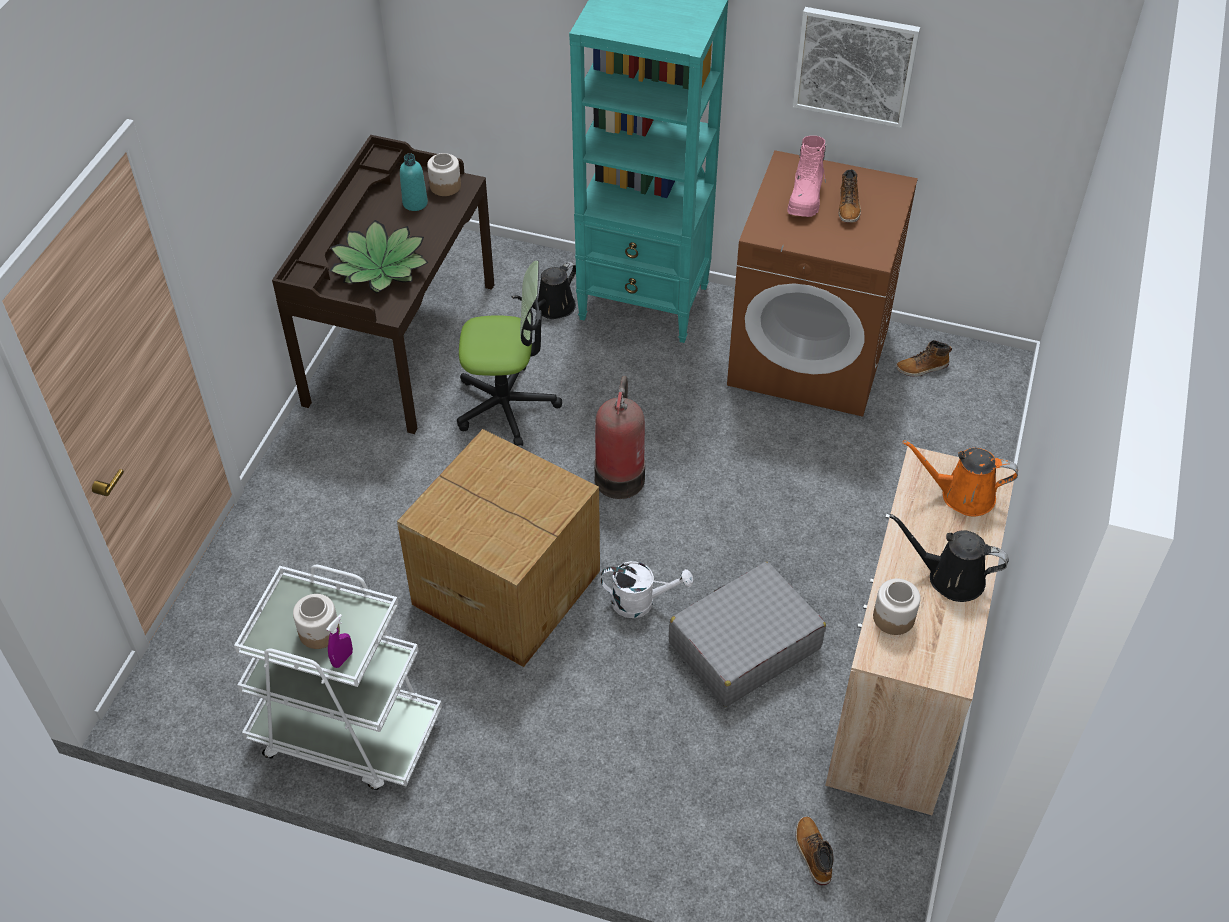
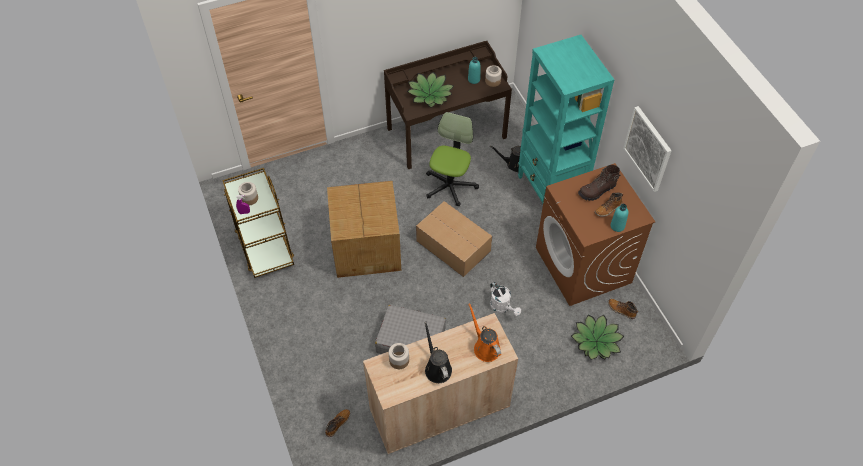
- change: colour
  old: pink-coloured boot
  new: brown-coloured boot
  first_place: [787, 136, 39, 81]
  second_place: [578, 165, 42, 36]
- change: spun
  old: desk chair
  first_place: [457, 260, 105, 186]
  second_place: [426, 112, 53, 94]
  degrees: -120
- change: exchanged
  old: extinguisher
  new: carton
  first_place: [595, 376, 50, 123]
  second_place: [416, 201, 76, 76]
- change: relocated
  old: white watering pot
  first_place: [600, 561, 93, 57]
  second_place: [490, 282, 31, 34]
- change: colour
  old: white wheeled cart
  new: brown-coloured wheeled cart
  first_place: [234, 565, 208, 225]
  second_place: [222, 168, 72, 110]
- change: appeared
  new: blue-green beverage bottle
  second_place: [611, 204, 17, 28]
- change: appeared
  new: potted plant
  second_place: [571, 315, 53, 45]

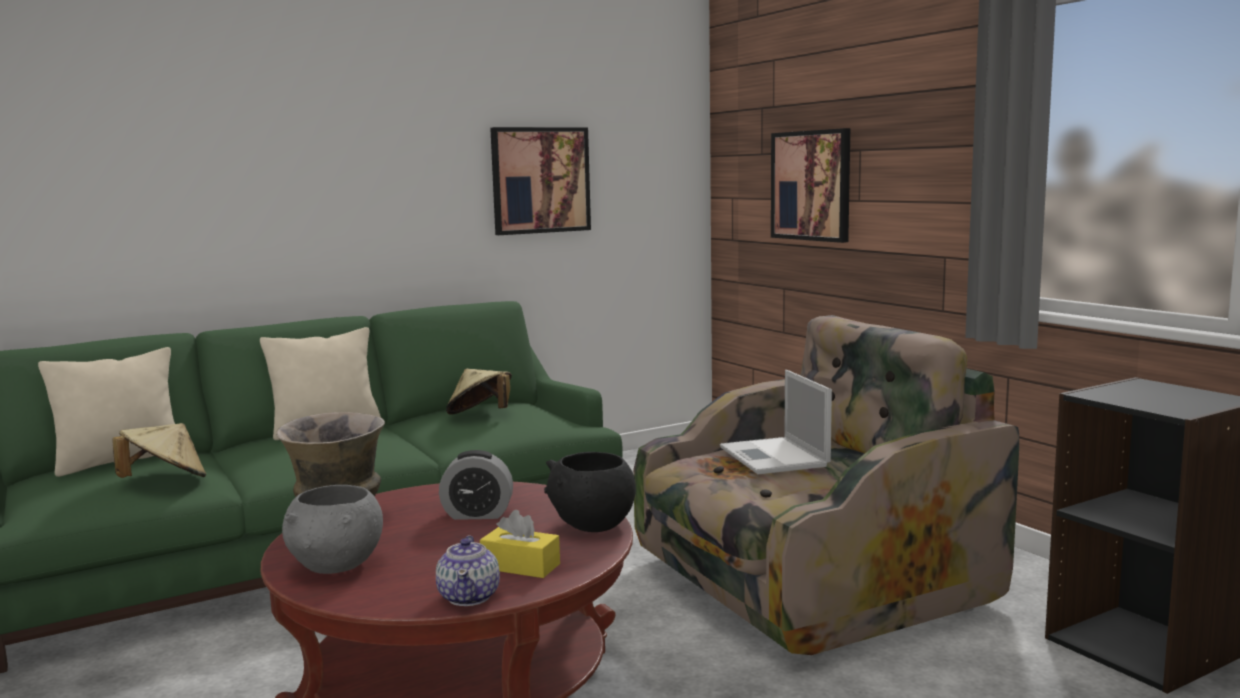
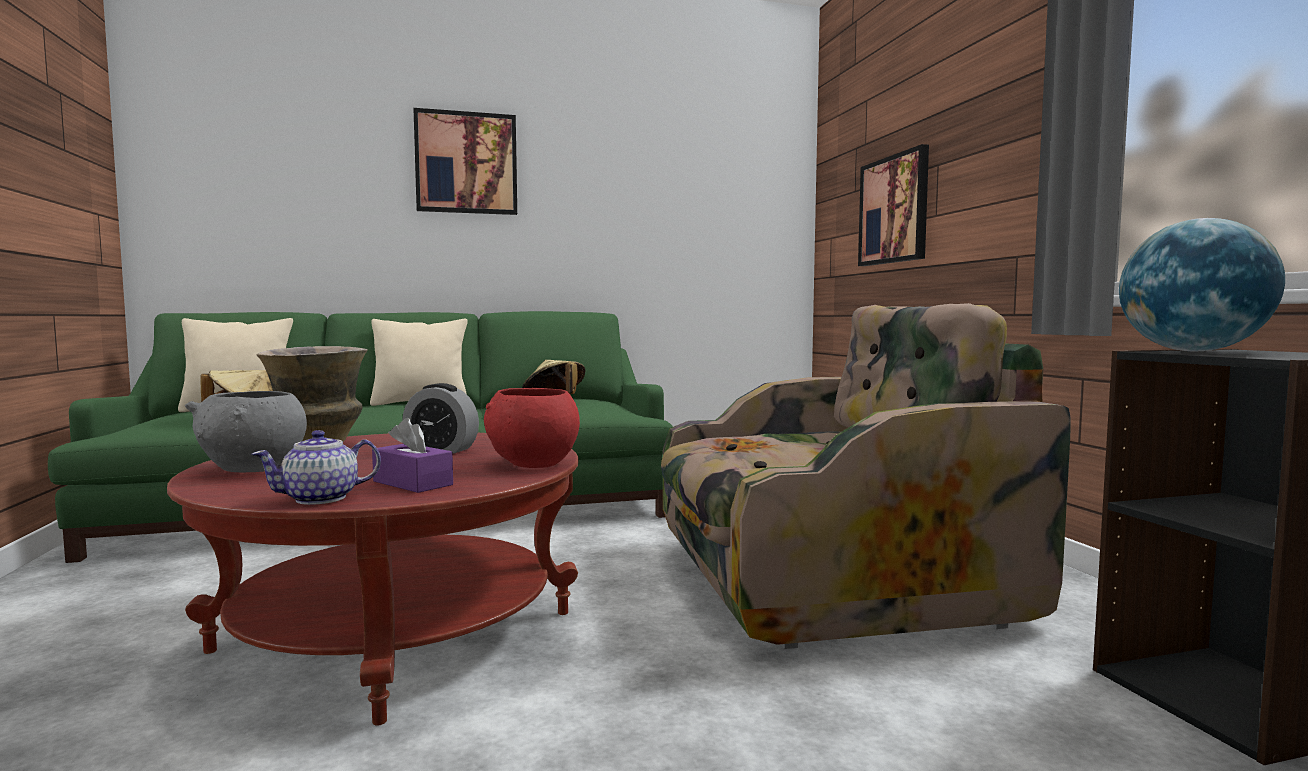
- change: relocated
  old: picture
  first_place: [490, 127, 101, 108]
  second_place: [413, 108, 104, 107]
- change: missing
  old: laptop
  first_place: [720, 370, 112, 104]
- change: colour
  old: black-coloured deep dish
  new: reddish deep dish
  first_place: [544, 452, 92, 80]
  second_place: [484, 388, 96, 80]
- change: colour
  old: yellowish box of tissues
  new: purple-coloured box of tissues
  first_place: [480, 510, 80, 68]
  second_place: [372, 418, 81, 75]
- change: spun
  old: teapot
  first_place: [436, 536, 64, 70]
  second_place: [252, 430, 129, 75]
  degrees: 45
- change: appeared
  new: globe
  second_place: [1119, 218, 166, 134]

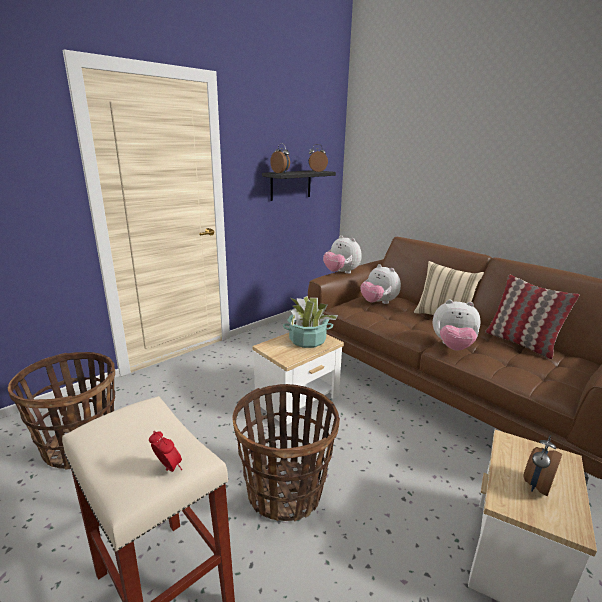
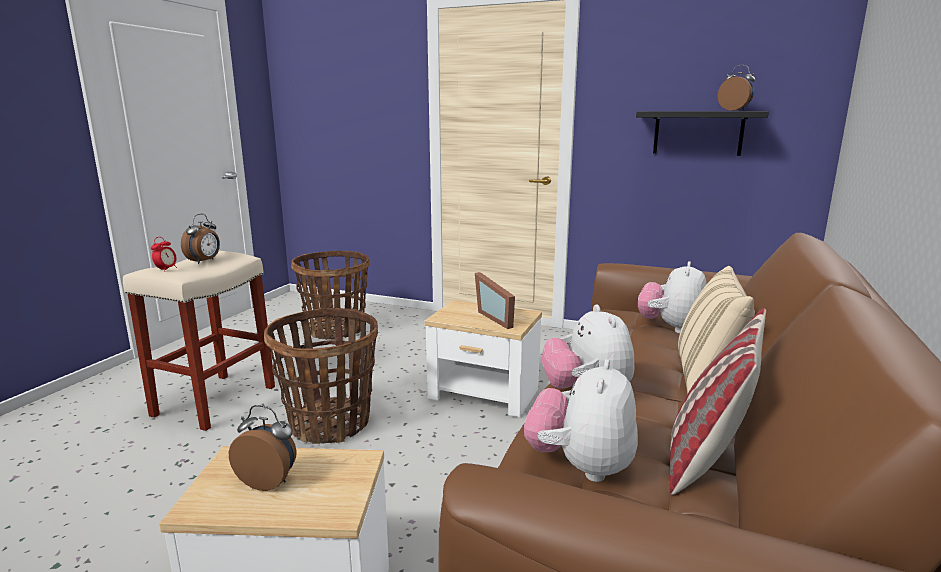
- change: relocated
  old: table clock
  first_place: [270, 143, 20, 30]
  second_place: [181, 214, 39, 50]
- change: relocated
  old: cuddly toy
  first_place: [323, 235, 39, 39]
  second_place: [524, 359, 114, 123]
- change: exchanged
  old: potted plant
  new: standing frame
  first_place: [283, 296, 55, 52]
  second_place: [475, 272, 40, 57]

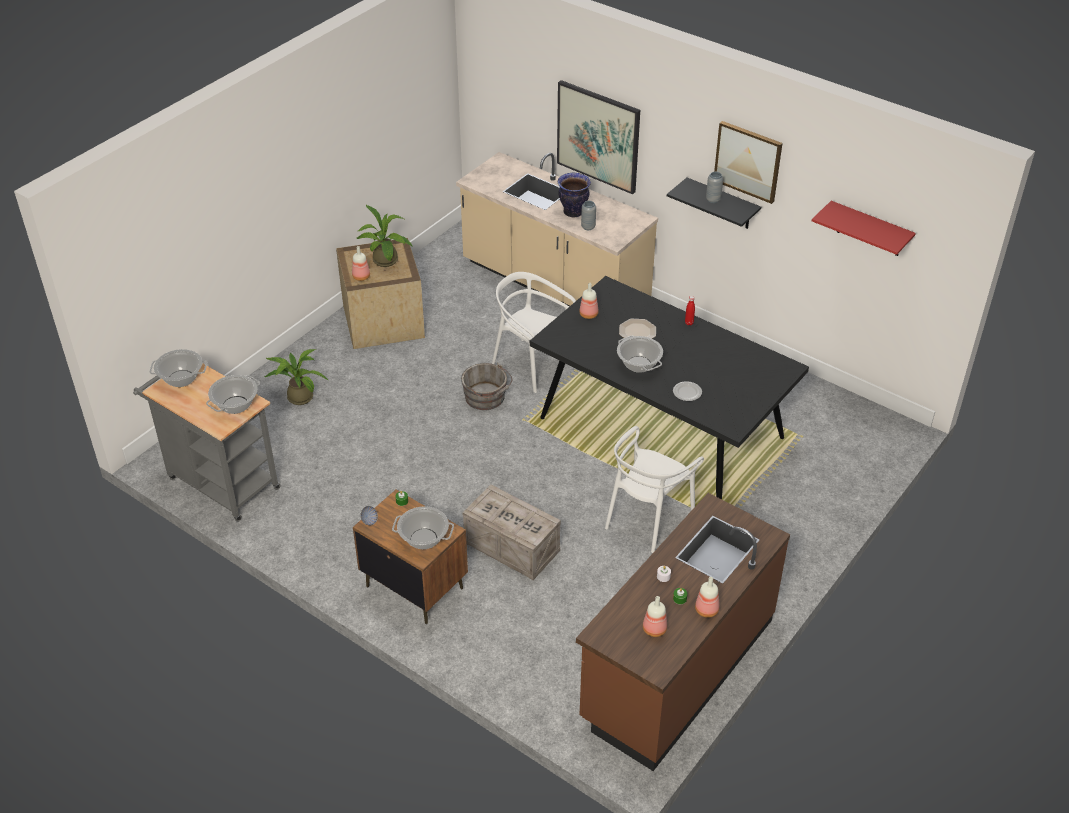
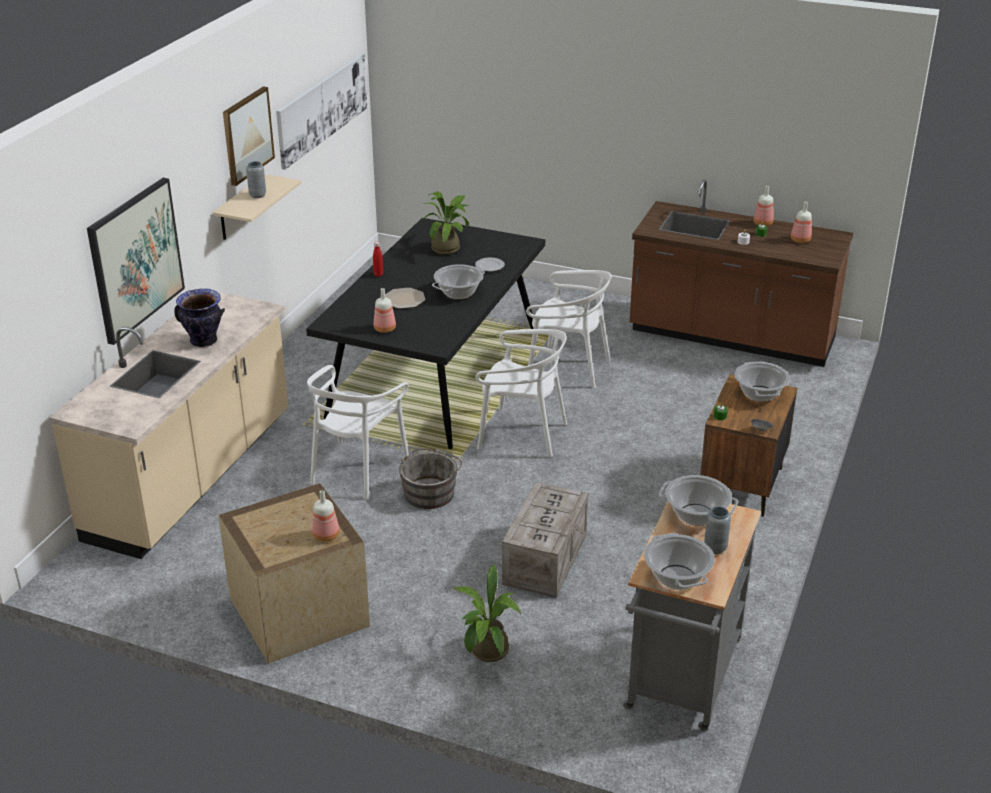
- change: colour
  old: black-coloured shelf
  new: beige-coloured shelf
  first_place: [667, 178, 94, 51]
  second_place: [212, 174, 89, 66]
- change: relocated
  old: grey vase
  first_place: [581, 201, 15, 29]
  second_place: [704, 507, 27, 47]
- change: exchanged
  old: reddish shelf
  new: picture
  first_place: [812, 201, 104, 55]
  second_place: [276, 54, 91, 116]
- change: relocated
  old: potted plant
  first_place: [357, 205, 56, 62]
  second_place: [422, 191, 48, 64]
- change: relocated
  old: crate
  first_place: [463, 485, 98, 95]
  second_place: [502, 482, 87, 116]
- change: appeared
  new: white plain chair
  second_place: [475, 329, 92, 128]

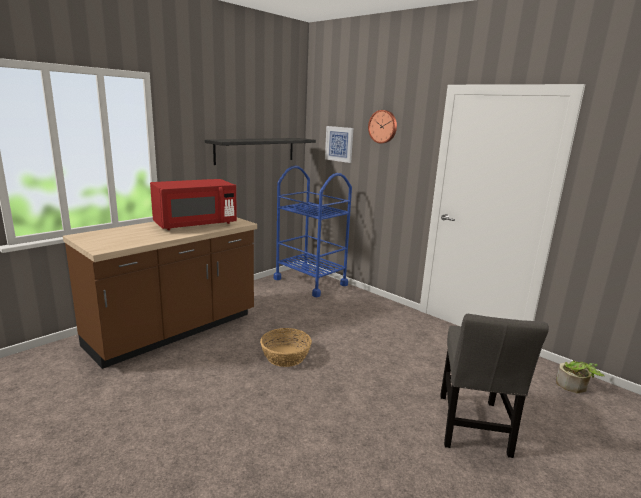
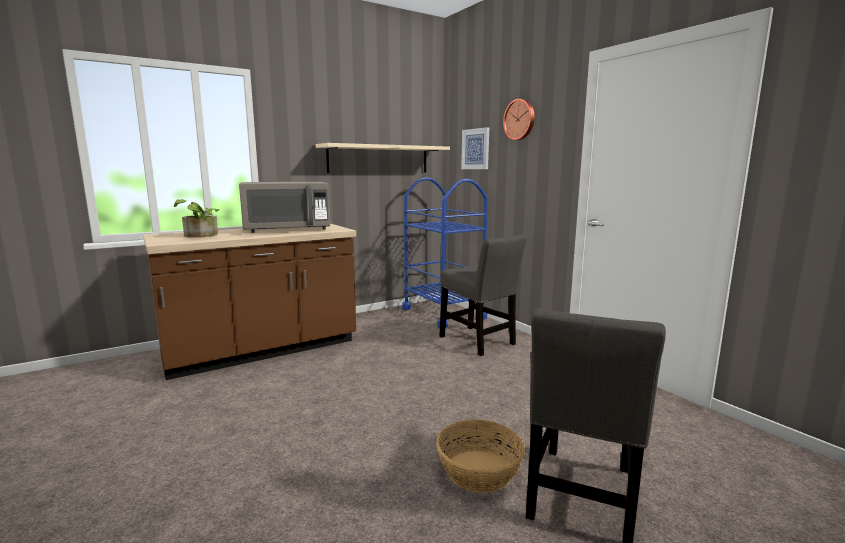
- change: colour
  old: black-coloured shelf
  new: beige-coloured shelf
  first_place: [205, 138, 111, 27]
  second_place: [316, 143, 134, 30]
- change: colour
  old: reddish microwave oven
  new: grey microwave oven
  first_place: [150, 179, 87, 51]
  second_place: [239, 182, 91, 51]
- change: relocated
  old: basket
  first_place: [260, 328, 52, 39]
  second_place: [436, 419, 89, 74]
- change: relocated
  old: potted plant
  first_place: [556, 361, 49, 32]
  second_place: [174, 199, 46, 39]
- change: appeared
  new: grey plain chair
  second_place: [439, 234, 88, 122]

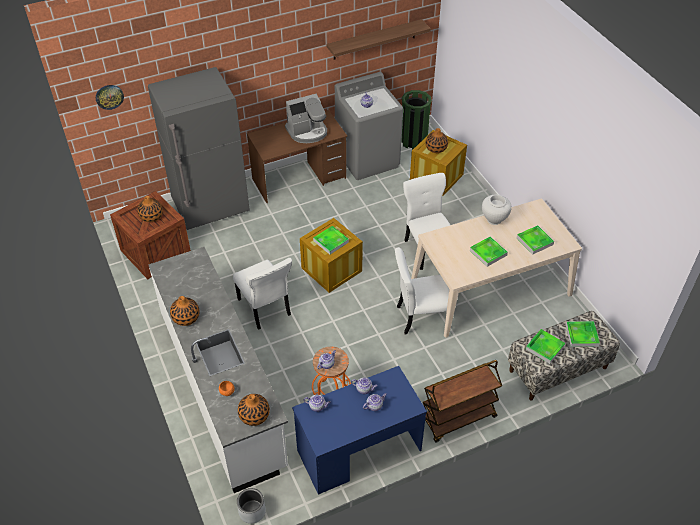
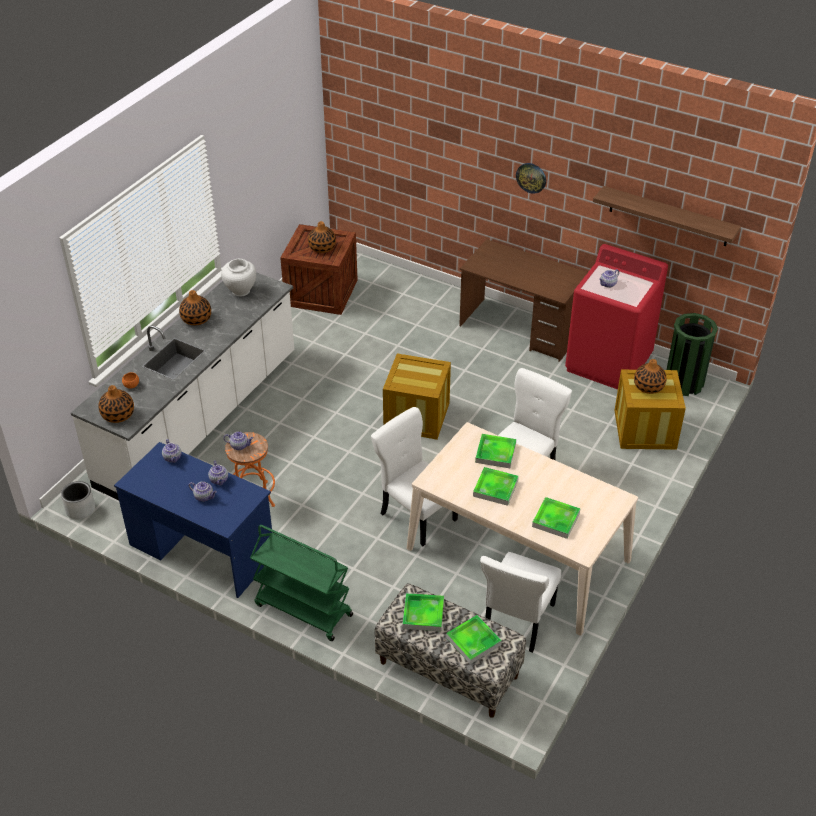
- change: missing
  old: grey kitchen fridge
  first_place: [148, 67, 102, 163]
- change: colour
  old: grey washing machine
  new: reddish washing machine
  first_place: [335, 72, 68, 108]
  second_place: [565, 244, 103, 146]
- change: relocated
  old: hanging clock
  first_place: [96, 85, 28, 25]
  second_place: [516, 163, 30, 31]
- change: missing
  old: coffee maker
  first_place: [285, 94, 42, 49]
- change: relocated
  old: white vase
  first_place: [482, 195, 30, 30]
  second_place: [221, 259, 35, 38]
- change: relocated
  old: carrying tray
  first_place: [313, 226, 36, 28]
  second_place: [475, 434, 41, 34]
- change: relocated
  old: white plain chair
  first_place: [233, 258, 59, 72]
  second_place: [480, 552, 81, 101]
- change: colour
  old: brown-coloured wheeled cart
  new: green wheeled cart
  first_place: [423, 360, 79, 83]
  second_place: [250, 525, 103, 116]

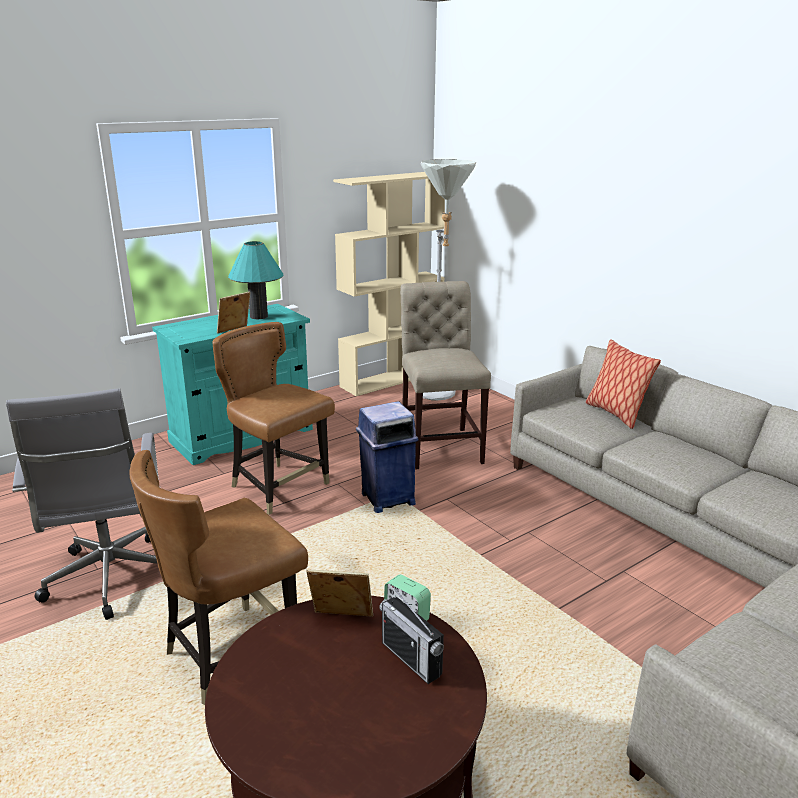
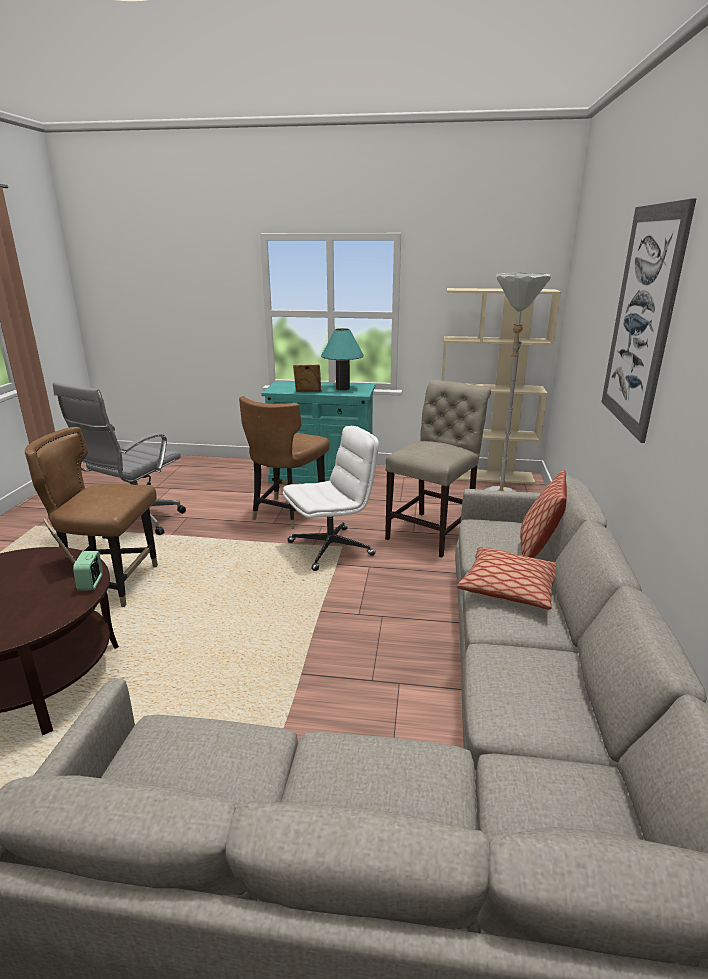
- change: spun
  old: brown-coloured plain chair
  first_place: [212, 322, 123, 193]
  second_place: [239, 396, 90, 133]
  degrees: -150
- change: exchanged
  old: blue-coloured waste bin
  new: white desk chair
  first_place: [356, 401, 63, 112]
  second_place: [283, 426, 96, 145]
- change: missing
  old: radio
  first_place: [379, 586, 65, 98]
- change: appeared
  new: picture
  second_place: [602, 198, 95, 245]
- change: appeared
  new: cushion
  second_place: [457, 547, 99, 63]

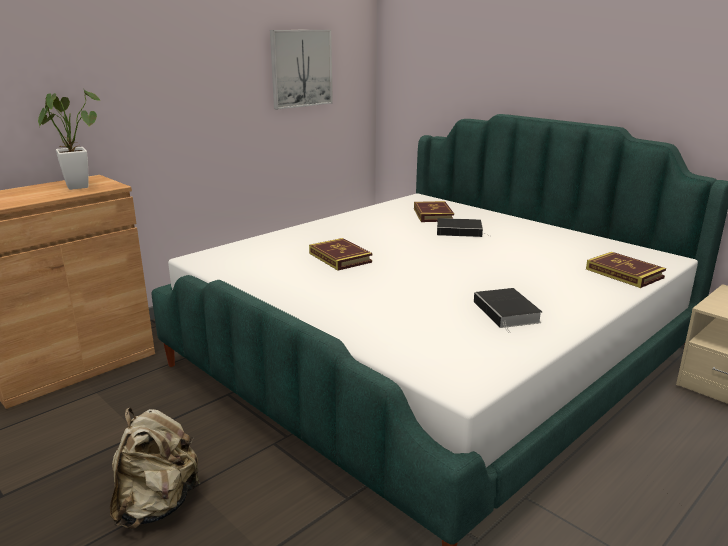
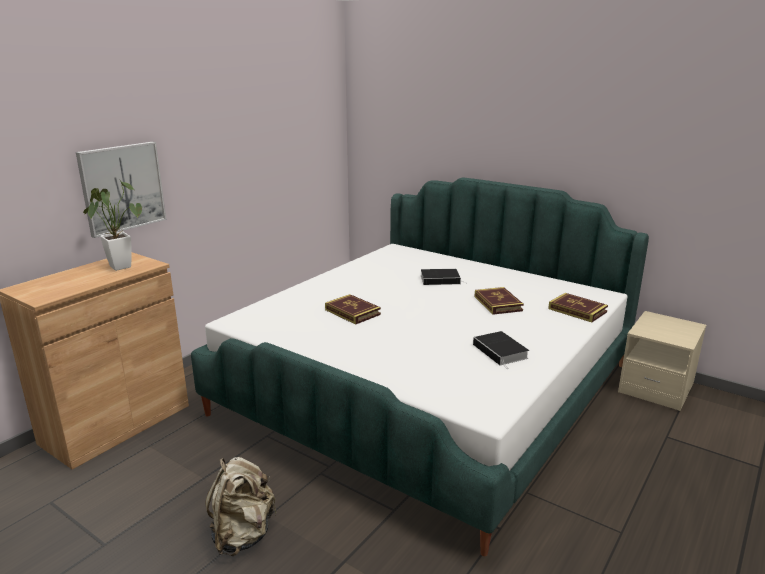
- change: relocated
  old: picture
  first_place: [270, 30, 63, 79]
  second_place: [76, 142, 91, 96]
- change: relocated
  old: book
  first_place: [414, 201, 40, 21]
  second_place: [475, 287, 49, 28]

